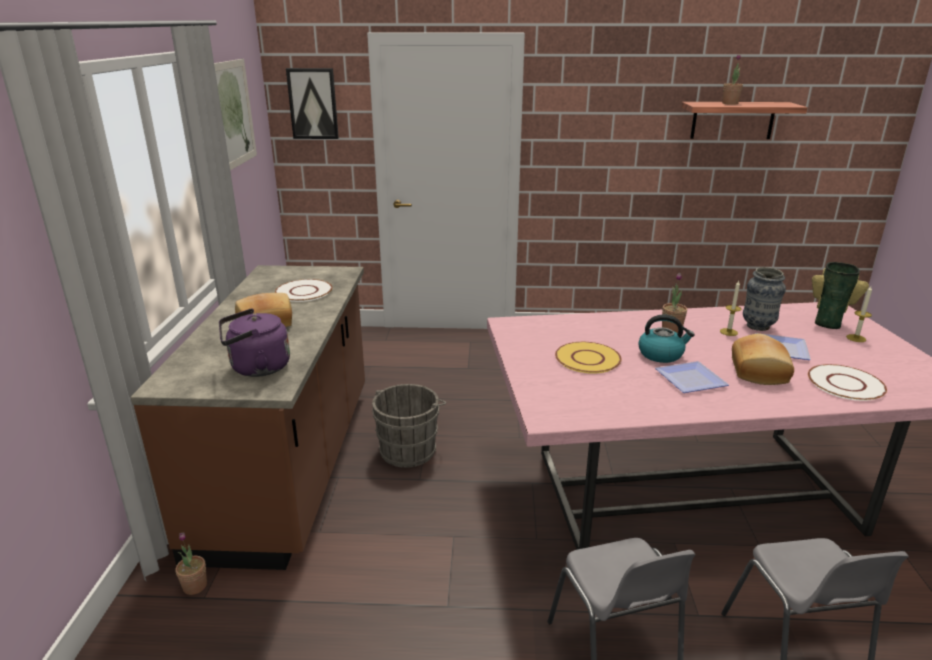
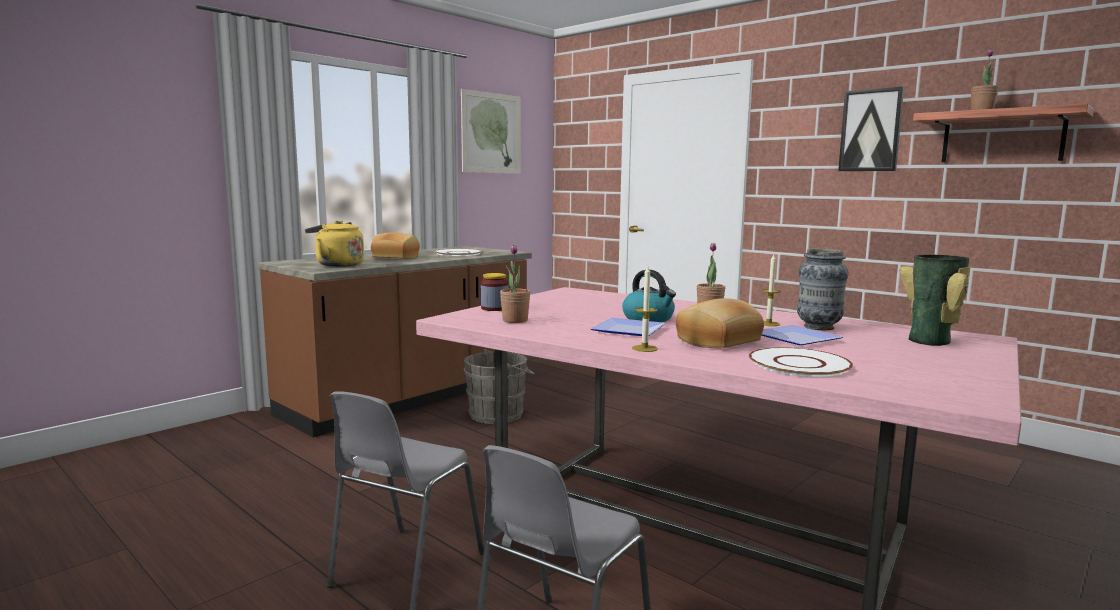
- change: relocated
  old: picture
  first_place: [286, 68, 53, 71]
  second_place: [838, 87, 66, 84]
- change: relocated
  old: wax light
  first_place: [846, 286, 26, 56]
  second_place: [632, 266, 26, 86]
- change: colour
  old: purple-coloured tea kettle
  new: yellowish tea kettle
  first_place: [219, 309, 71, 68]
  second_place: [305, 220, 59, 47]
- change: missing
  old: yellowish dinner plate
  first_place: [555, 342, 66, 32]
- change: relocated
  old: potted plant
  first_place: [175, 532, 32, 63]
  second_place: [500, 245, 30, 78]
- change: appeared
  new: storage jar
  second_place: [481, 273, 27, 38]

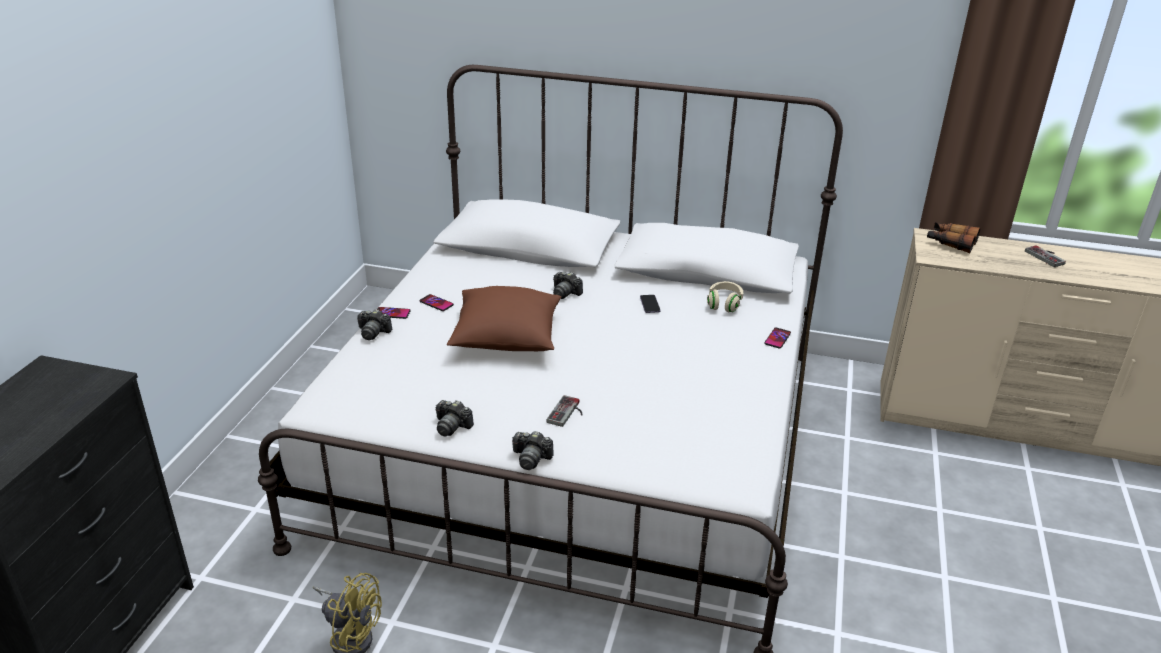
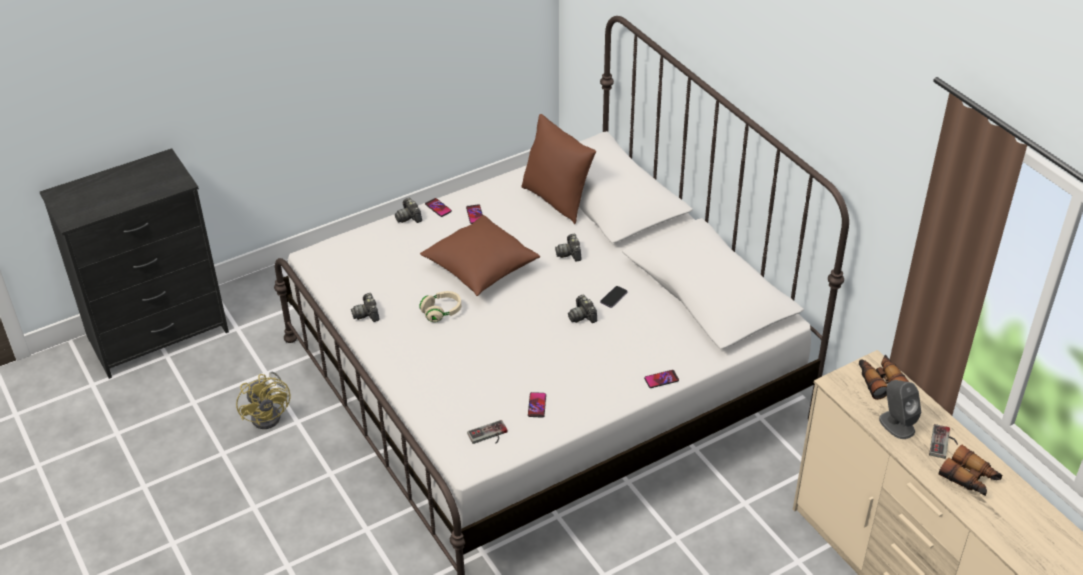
- change: relocated
  old: beige-coloured pair of headphones
  first_place: [707, 281, 36, 31]
  second_place: [419, 291, 42, 31]
- change: relocated
  old: gamepad
  first_place: [547, 395, 36, 32]
  second_place: [467, 420, 40, 24]
- change: relocated
  old: photo camera
  first_place: [512, 431, 42, 39]
  second_place: [568, 295, 29, 28]
- change: appeared
  new: brown-coloured cushion
  second_place: [521, 114, 75, 110]
- change: appeared
  new: grey audio speaker
  second_place: [879, 380, 42, 59]
- change: appeared
  new: handset
  second_place: [528, 392, 18, 26]
- change: appeared
  new: pair of binoculars
  second_place: [939, 445, 63, 51]

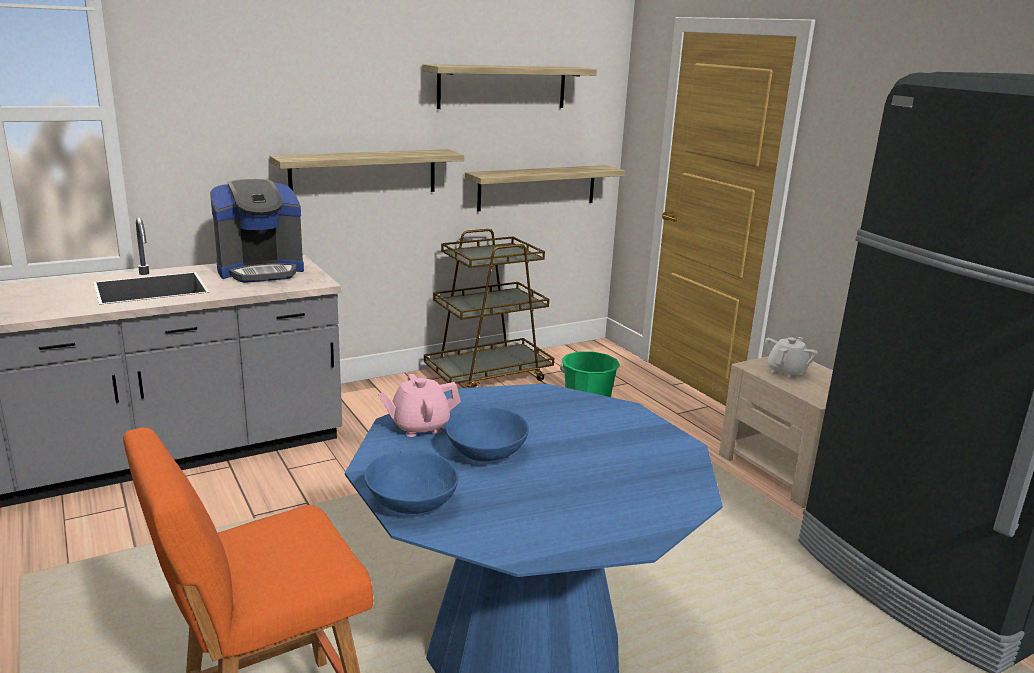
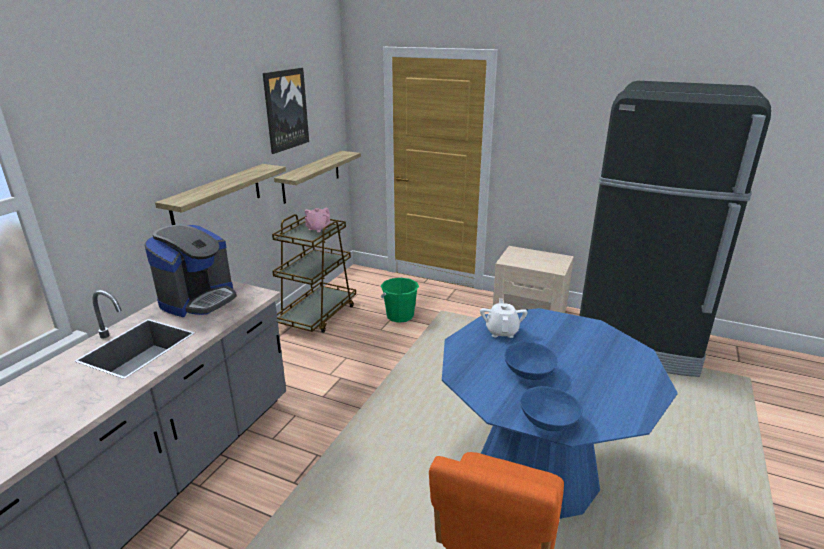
- change: exchanged
  old: shelf
  new: picture
  first_place: [422, 64, 175, 45]
  second_place: [263, 68, 46, 86]
- change: relocated
  old: white teapot
  first_place: [765, 337, 53, 42]
  second_place: [480, 298, 48, 40]
- change: relocated
  old: pink-coloured teapot
  first_place: [378, 374, 83, 63]
  second_place: [305, 208, 25, 24]

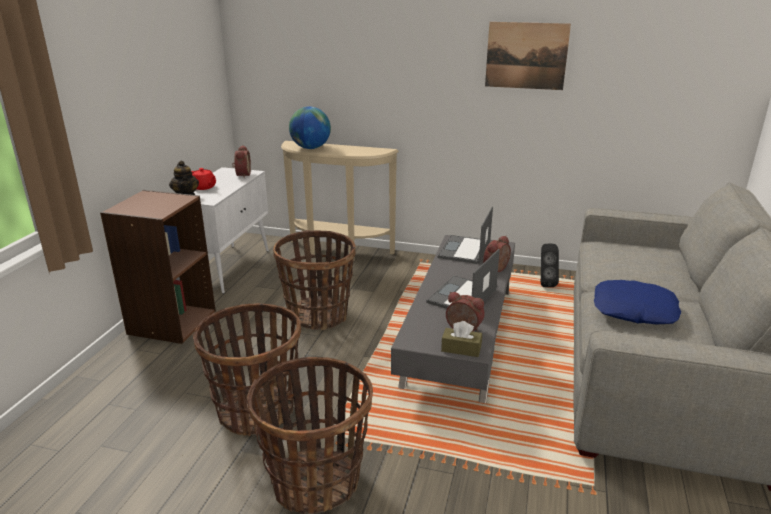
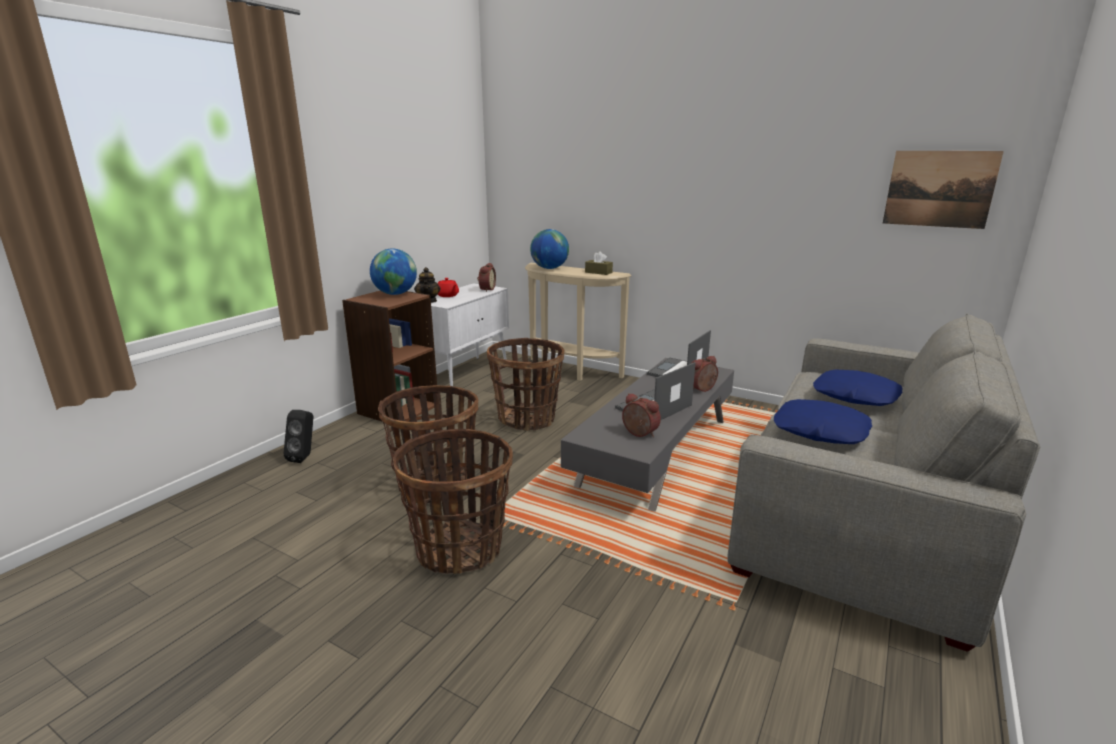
- change: relocated
  old: picture
  first_place: [485, 22, 86, 68]
  second_place: [883, 151, 121, 78]
- change: relocated
  old: black-coloured audio speaker
  first_place: [541, 244, 18, 43]
  second_place: [284, 410, 29, 53]
- change: relocated
  old: brown-coloured box of tissues
  first_place: [441, 321, 41, 36]
  second_place: [585, 251, 28, 24]
- change: appeared
  new: globe
  second_place: [370, 248, 47, 47]
- change: appeared
  new: blue-coloured cushion
  second_place: [813, 370, 90, 36]

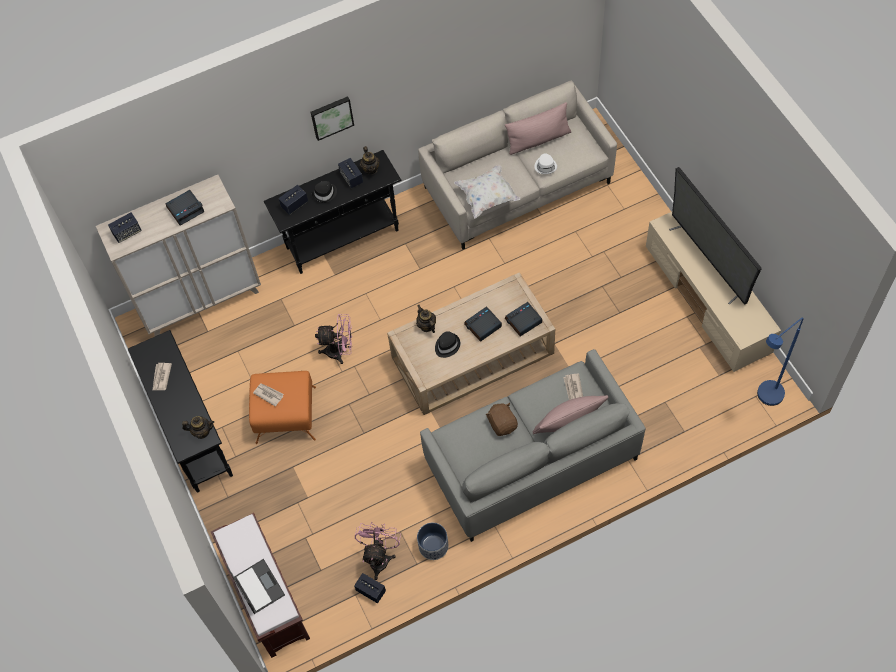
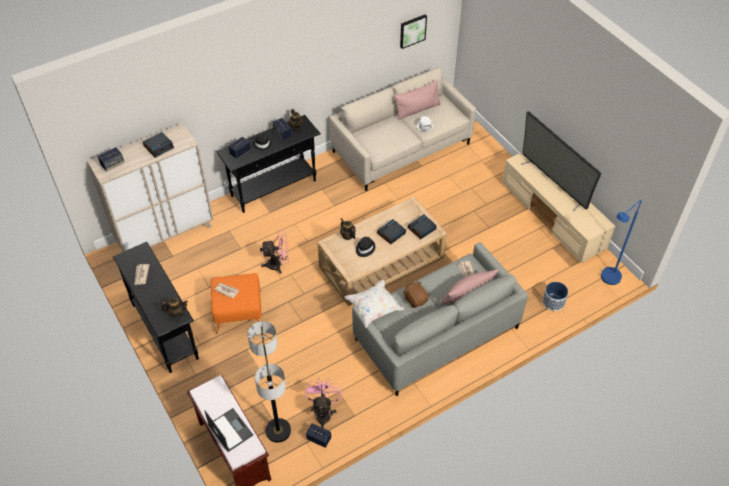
- change: relocated
  old: picture
  first_place: [310, 96, 44, 45]
  second_place: [400, 15, 27, 34]
- change: relocated
  old: white cushion
  first_place: [454, 165, 66, 53]
  second_place: [345, 280, 59, 48]
- change: relocated
  old: planter
  first_place: [417, 523, 32, 37]
  second_place: [543, 282, 25, 29]
- change: appeared
  new: standard lamp
  second_place: [247, 321, 44, 122]

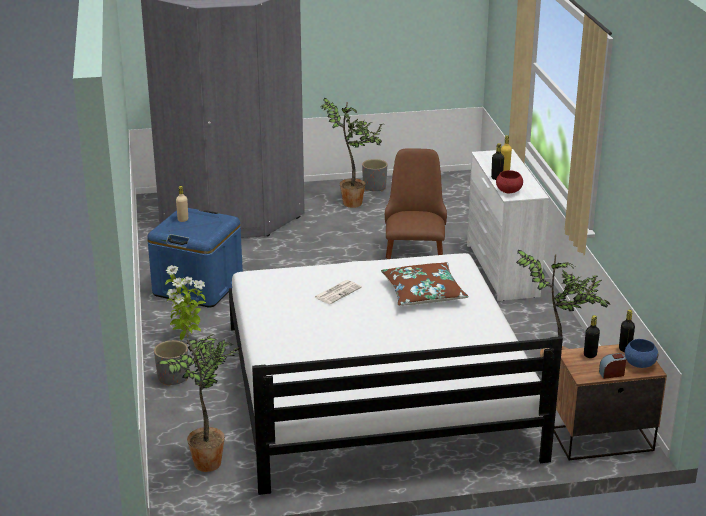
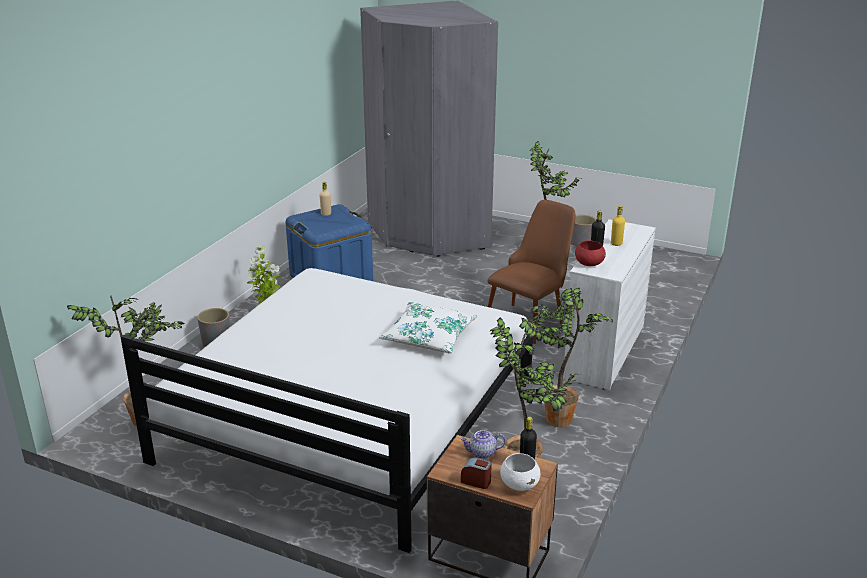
- change: colour
  old: brown-coloured cushion
  new: white cushion
  first_place: [381, 262, 88, 44]
  second_place: [379, 302, 98, 52]
- change: missing
  old: newspaper
  first_place: [315, 280, 47, 24]
- change: exchanged
  old: black-coloured beverage bottle
  new: teapot
  first_place: [584, 315, 16, 43]
  second_place: [460, 430, 46, 29]
- change: colour
  old: blue-coloured deep dish
  new: white deep dish
  first_place: [625, 339, 33, 29]
  second_place: [500, 453, 40, 38]
- change: appeared
  new: potted plant
  second_place: [519, 288, 94, 139]

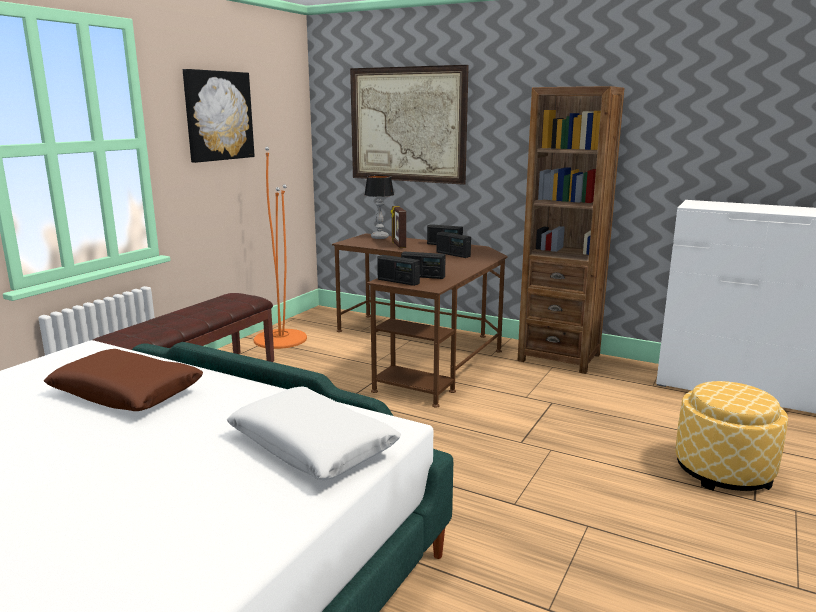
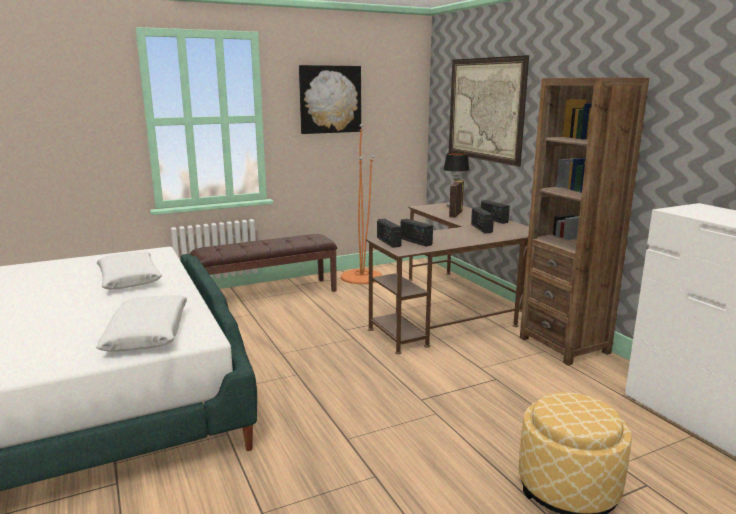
- change: colour
  old: brown-coloured cushion
  new: white cushion
  first_place: [44, 349, 159, 62]
  second_place: [97, 252, 65, 37]

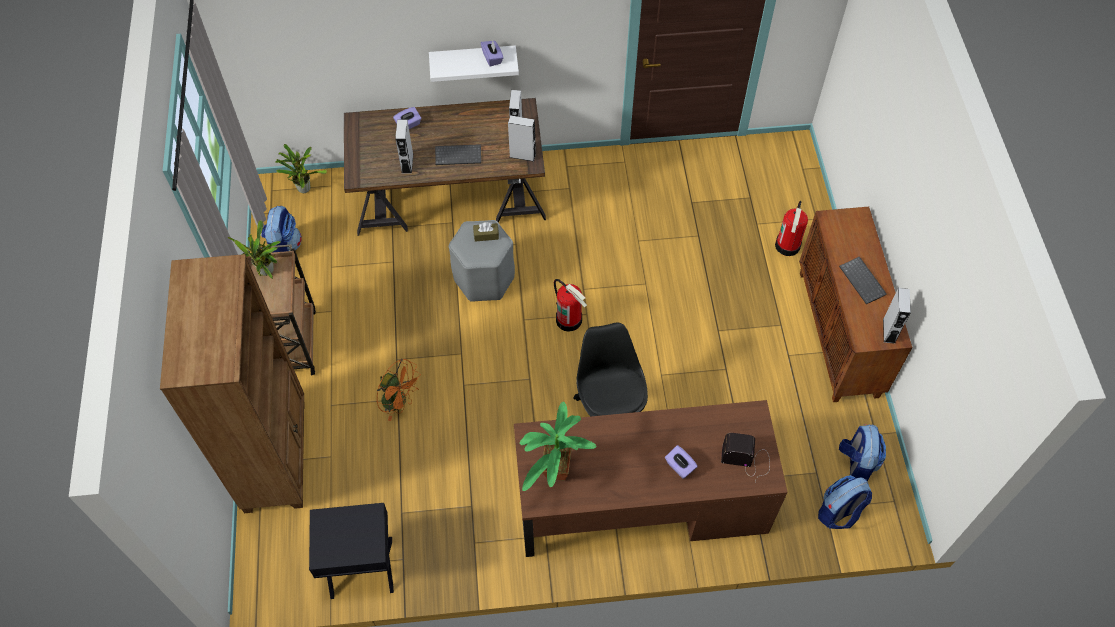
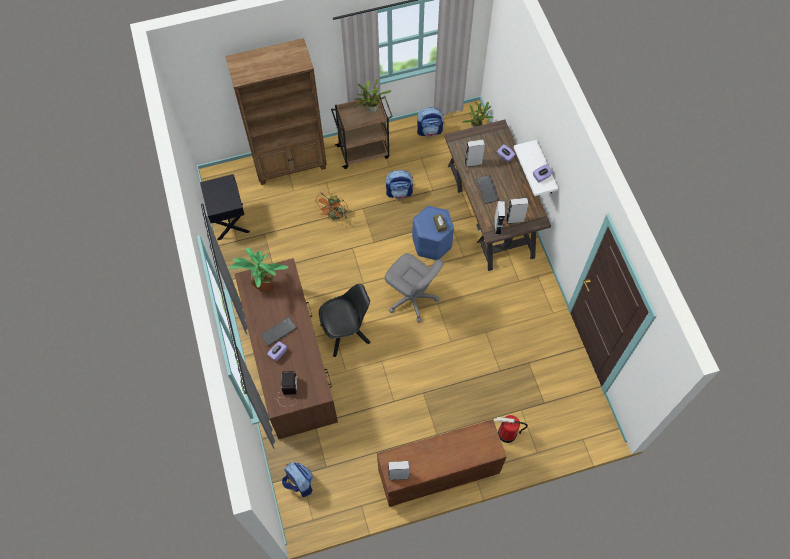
- change: colour
  old: grey stool seat
  new: blue-coloured stool seat
  first_place: [449, 220, 66, 82]
  second_place: [412, 206, 42, 54]
- change: relocated
  old: PC keyboard
  first_place: [839, 256, 48, 48]
  second_place: [260, 317, 37, 29]
- change: exchanged
  old: extinguisher
  new: grey desk chair
  first_place: [554, 279, 33, 53]
  second_place: [385, 253, 59, 69]
- change: relocated
  old: backpack
  first_place: [839, 424, 47, 57]
  second_place: [386, 170, 27, 29]

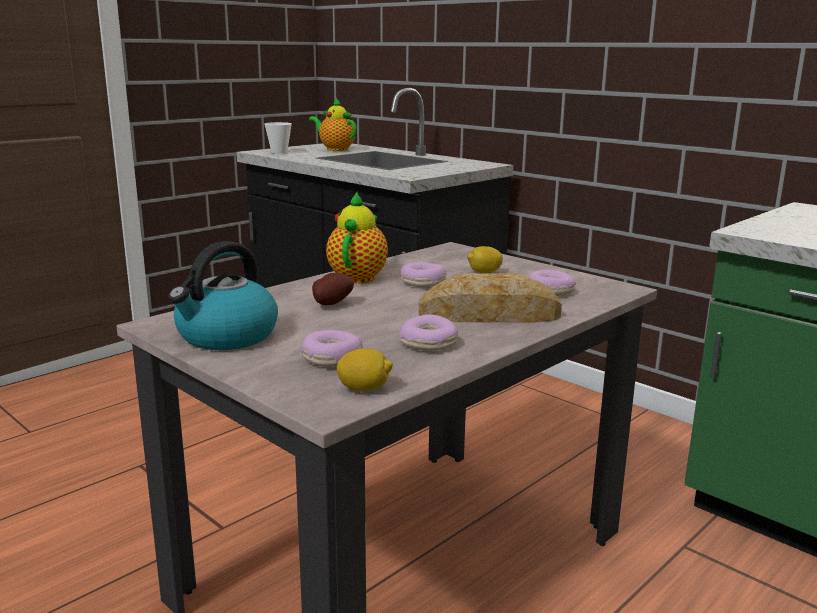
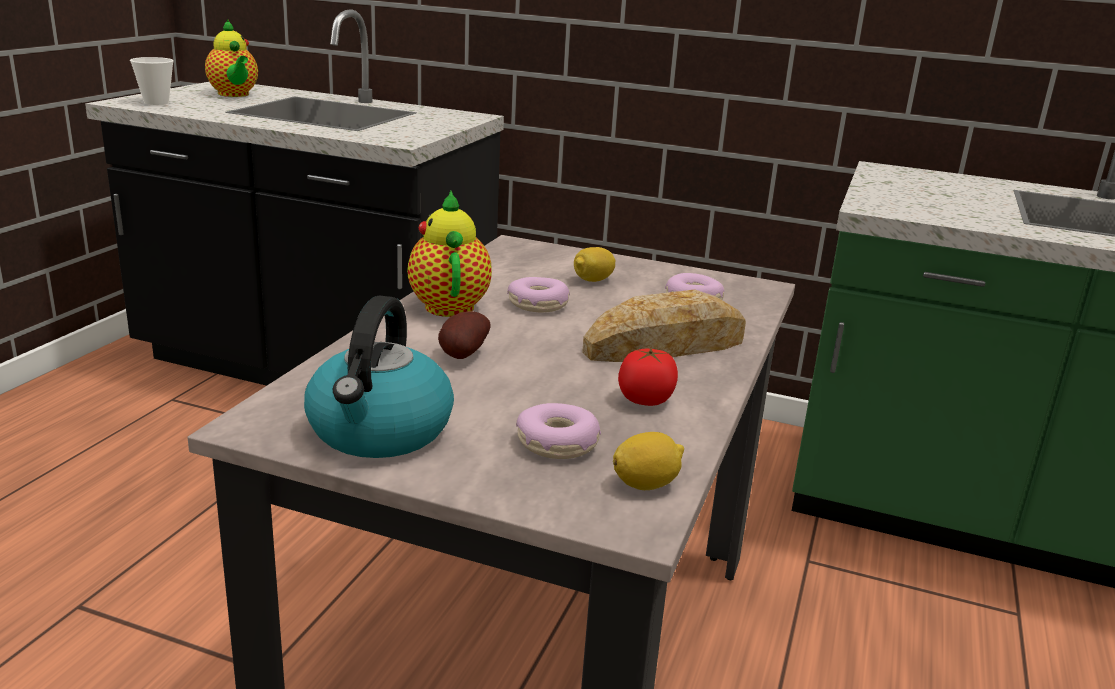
- change: spun
  old: teapot
  first_place: [309, 98, 48, 53]
  second_place: [205, 19, 53, 78]
  degrees: -135
- change: exchanged
  old: ring doughnut
  new: whole tomato
  first_place: [399, 315, 59, 36]
  second_place: [618, 348, 60, 58]

